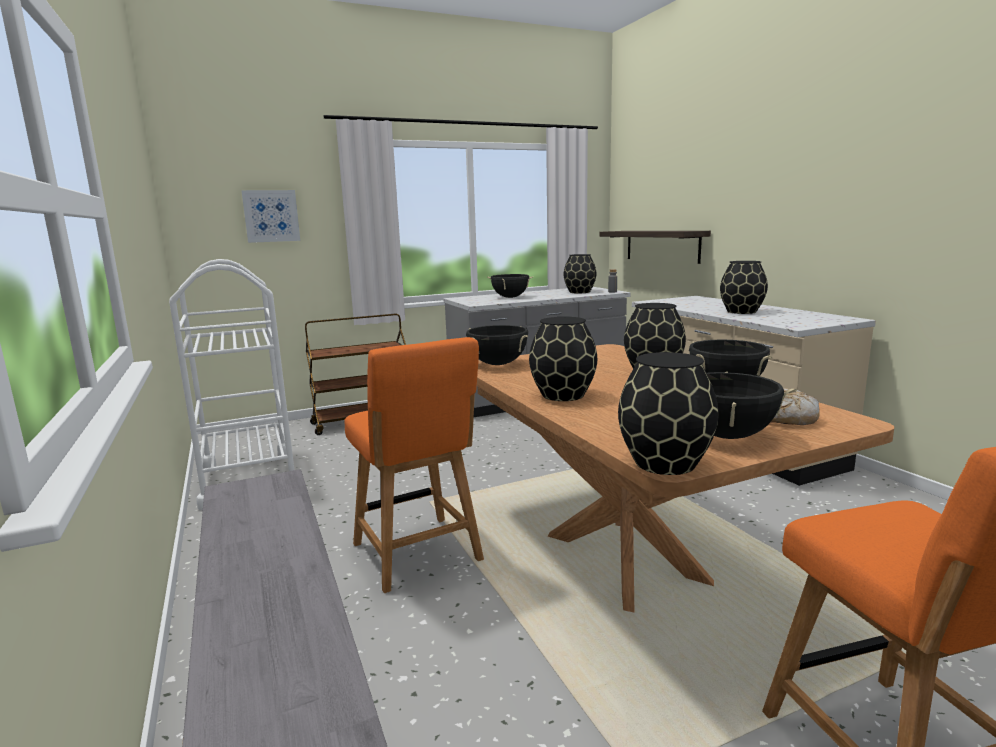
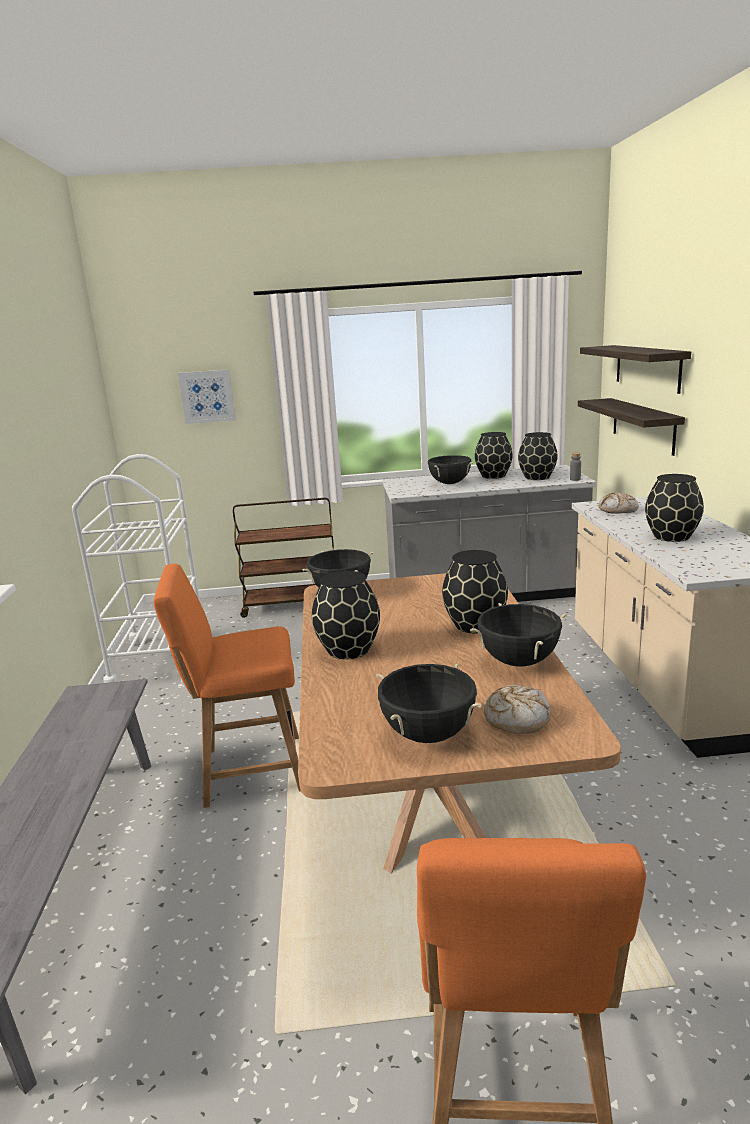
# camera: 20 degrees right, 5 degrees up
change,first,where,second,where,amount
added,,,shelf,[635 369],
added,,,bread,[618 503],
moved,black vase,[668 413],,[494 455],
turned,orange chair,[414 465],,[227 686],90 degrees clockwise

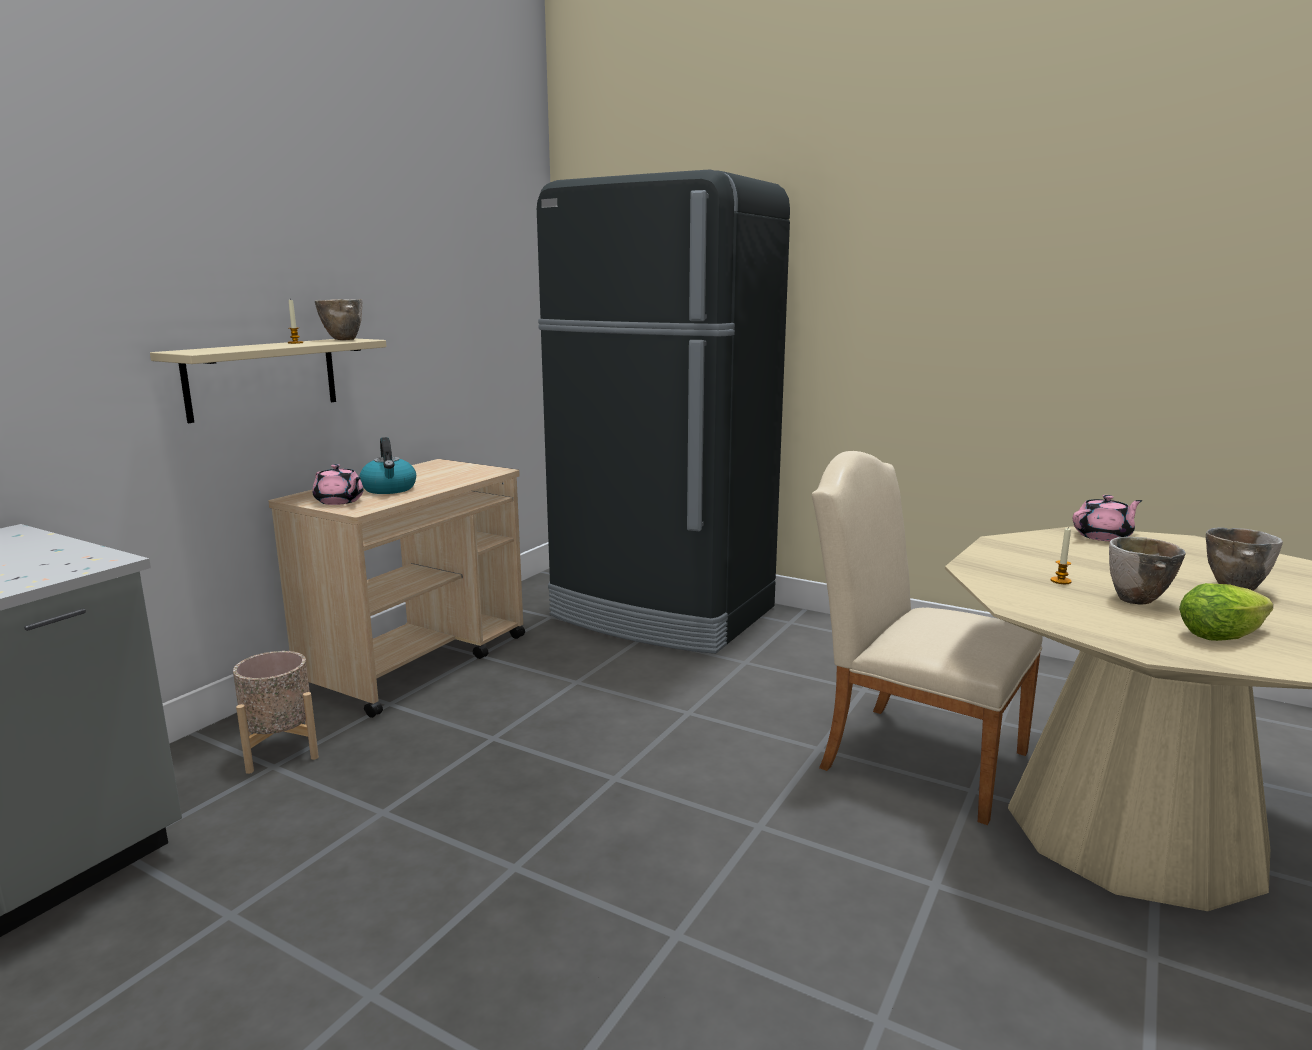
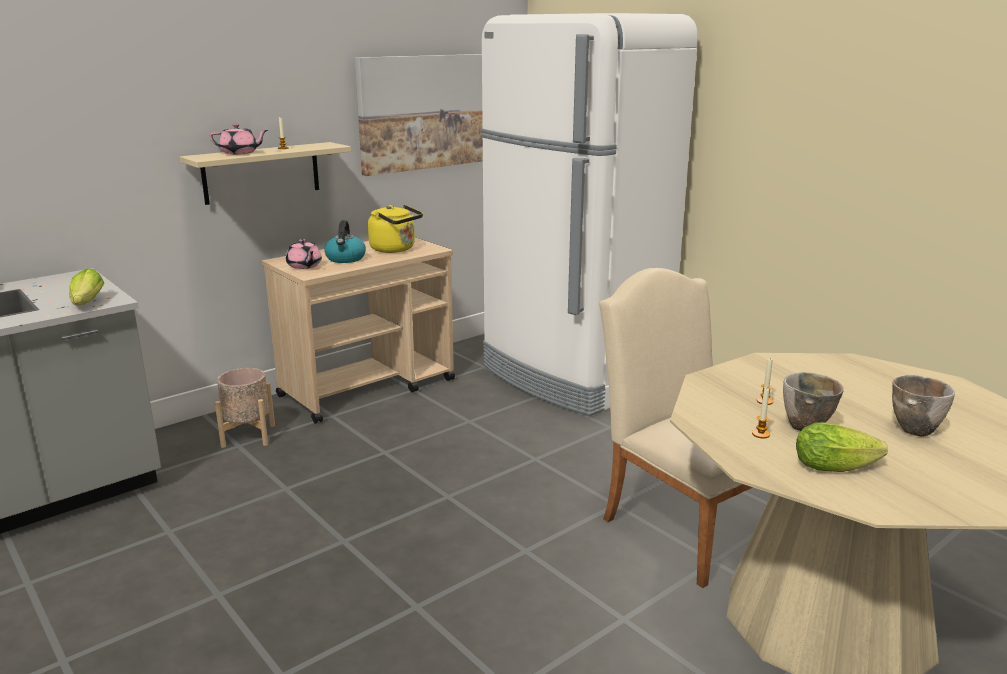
# camera: 20 degrees right, 5 degrees up
change,first,where,second,where,amount
removed,bowl,[338 319],,,
added,,,lettuce,[86 287],
added,,,picture,[419 115],
added,,,yellow kettle,[395 229],
added,,,candle,[761 413],
moved,pink teapot,[1107 518],,[238 139],
recoloured,black fridge,[663 411],white fridge,[589 214],

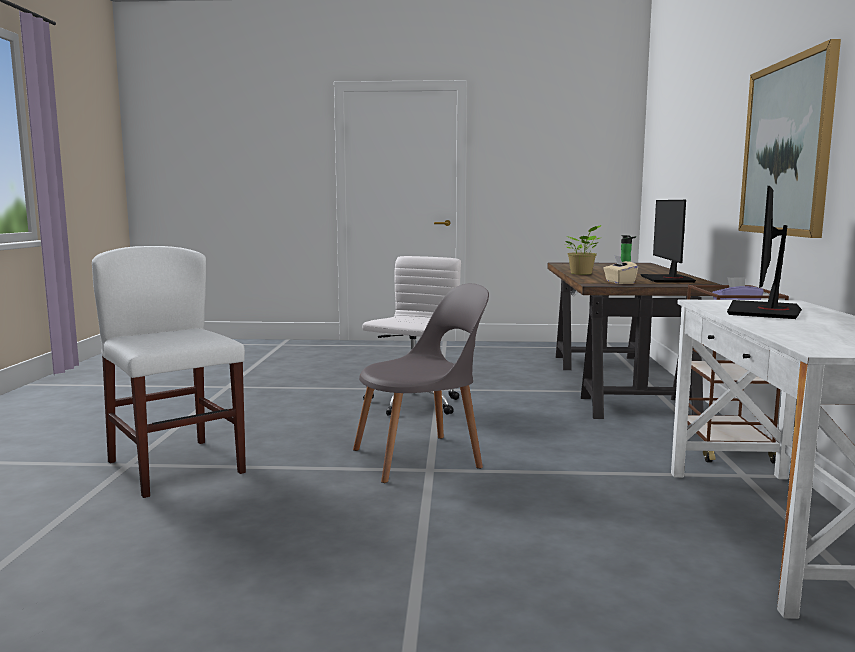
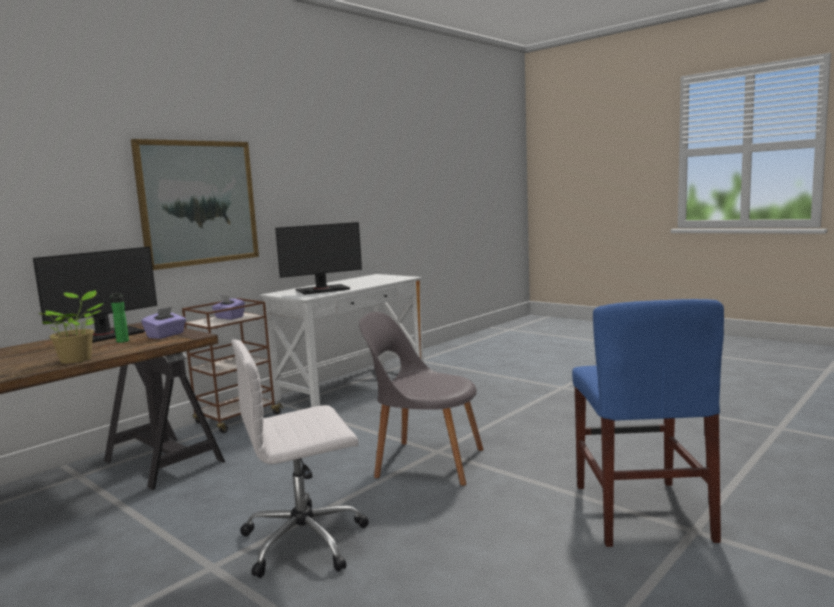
# camera: 140 degrees left, 0 degrees up
change,first,where,second,where,amount
recoloured,white chair,[169 372],blue chair,[648 423],
recoloured,beige tissue box,[620 269],purple tissue box,[163 323],

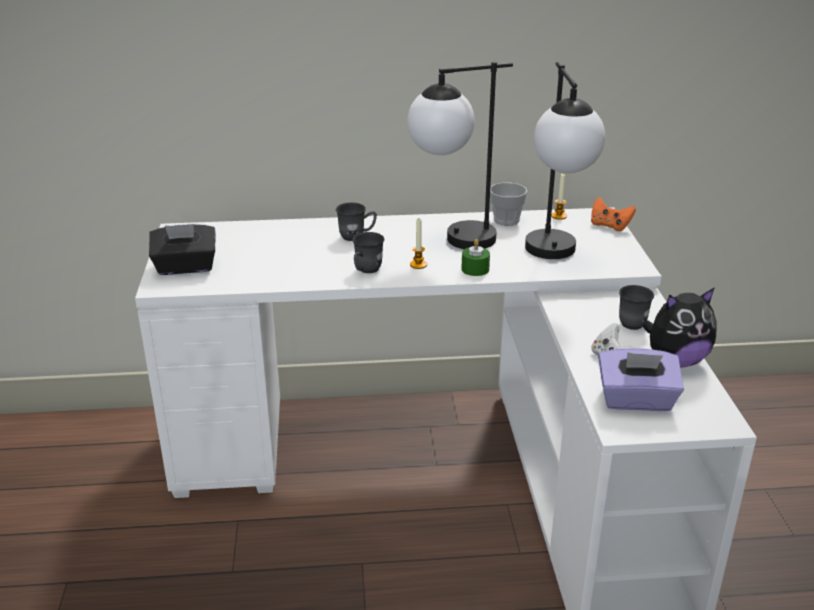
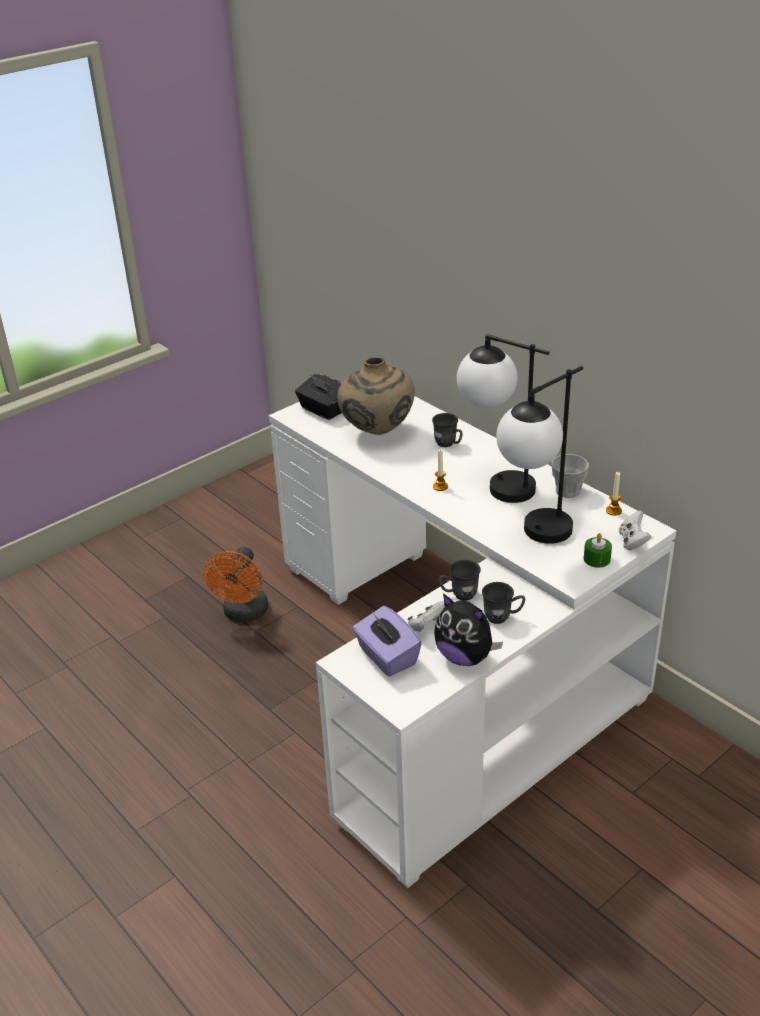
# camera: 55 degrees right, 5 degrees up
change,first,where,second,where,amount
added,,,orange fan,[235 584],
added,,,beige vase,[376 396],
moved,grey mug,[368 252],,[460 580],
moved,green candle,[475 257],,[598 550],
recoloured,orange game controller,[613 214],white game controller,[635 530],

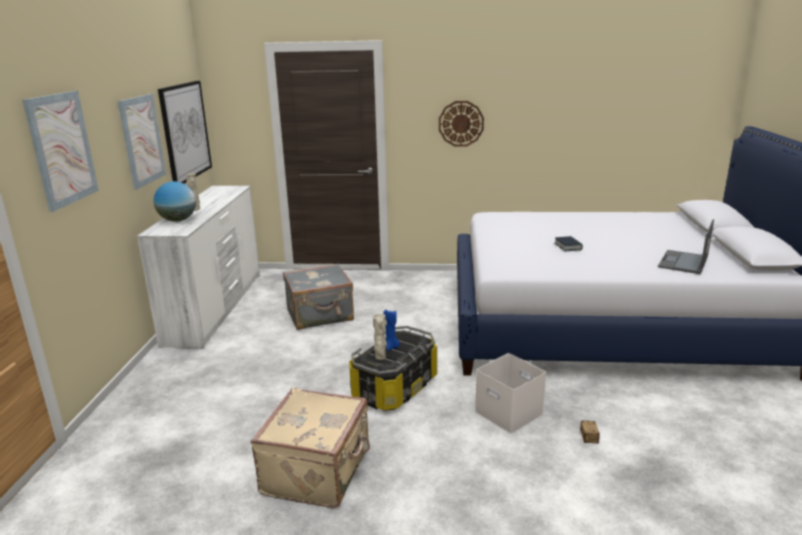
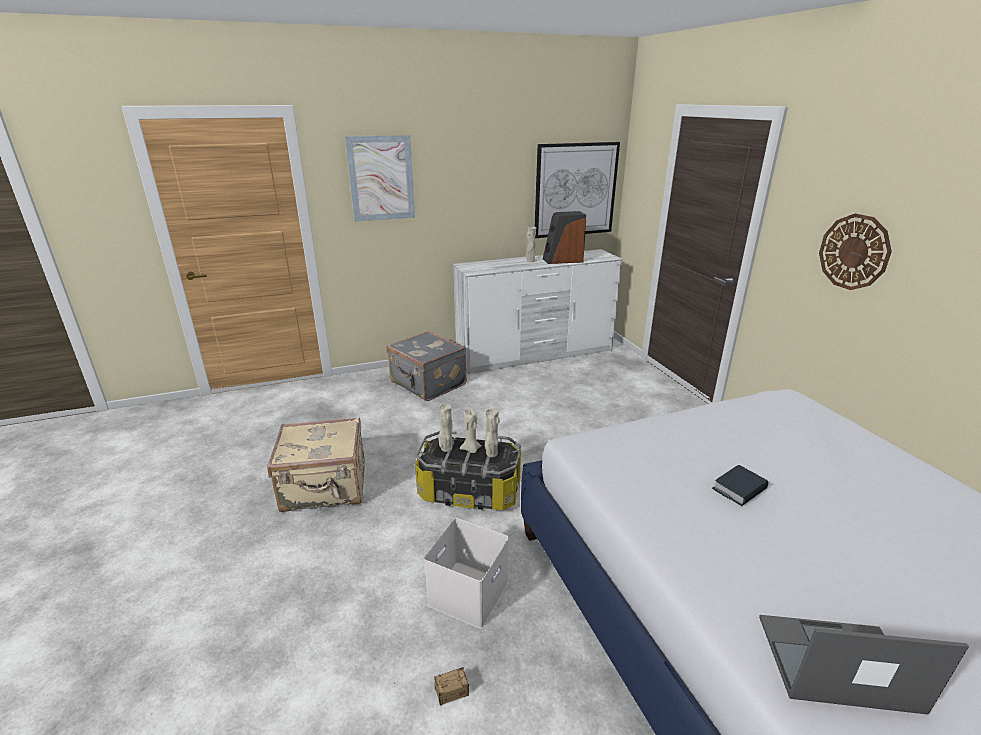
# camera: 65 degrees right, 5 degrees up
change,first,where,second,where,amount
removed,picture,[142 142],,,
removed,globe,[175 201],,,
added,,,beige vase,[492 433],
added,,,speaker,[564 237],
moved,grey suitcase,[318 297],,[426 366],
recoloured,blue candle,[392 330],beige candle,[471 431],

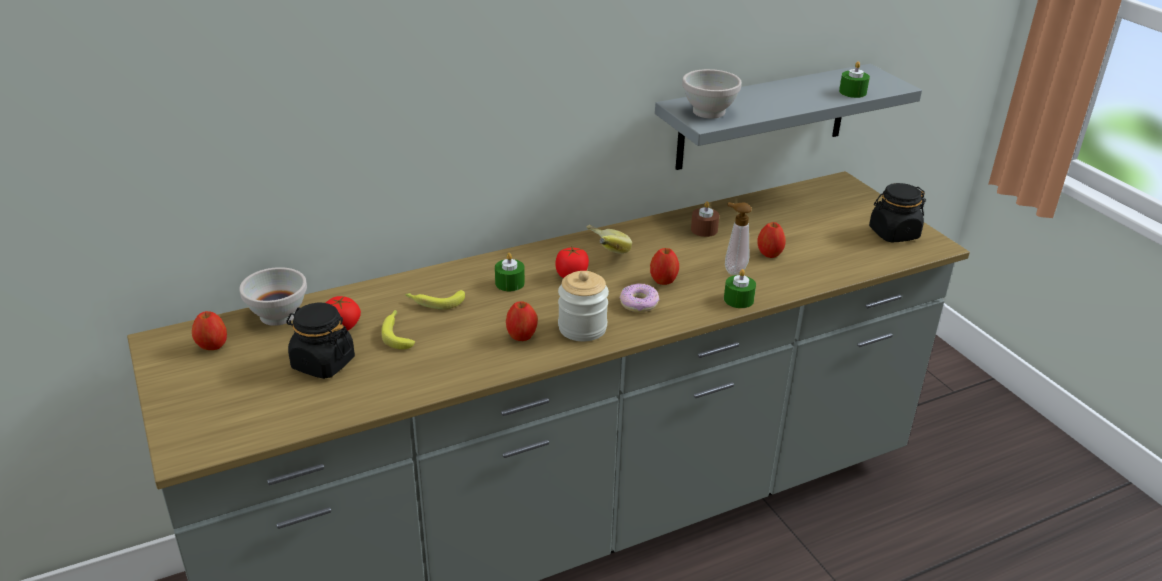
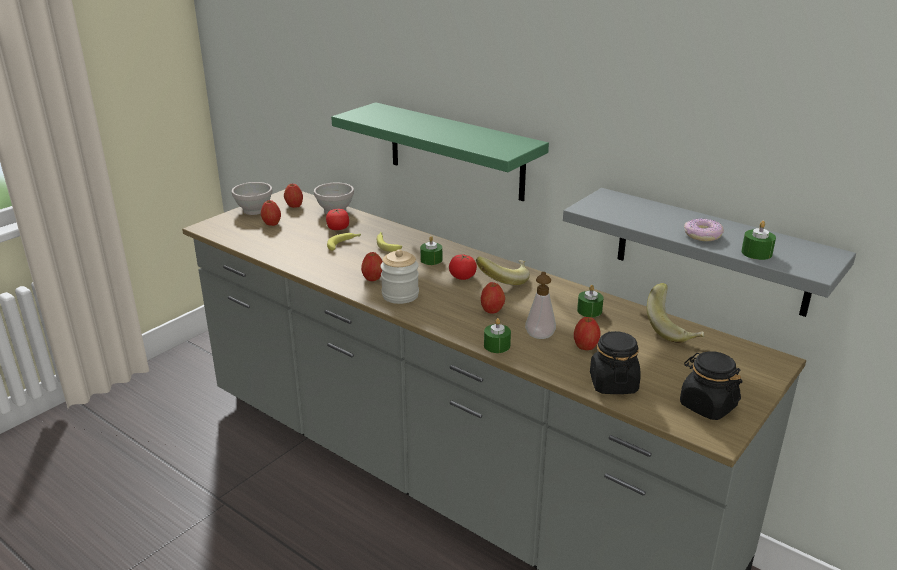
# camera: 65 degrees right, 5 degrees down
change,first,where,second,where,amount
added,,,apple,[271 213],
added,,,green shelf,[440 151],
added,,,banana,[675 313],
moved,black jar,[320 340],,[615 362],
moved,donut,[639 297],,[704 229],
moved,white bowl,[711 94],,[252 198],
recoloured,brown candle,[705 219],green candle,[590 301],

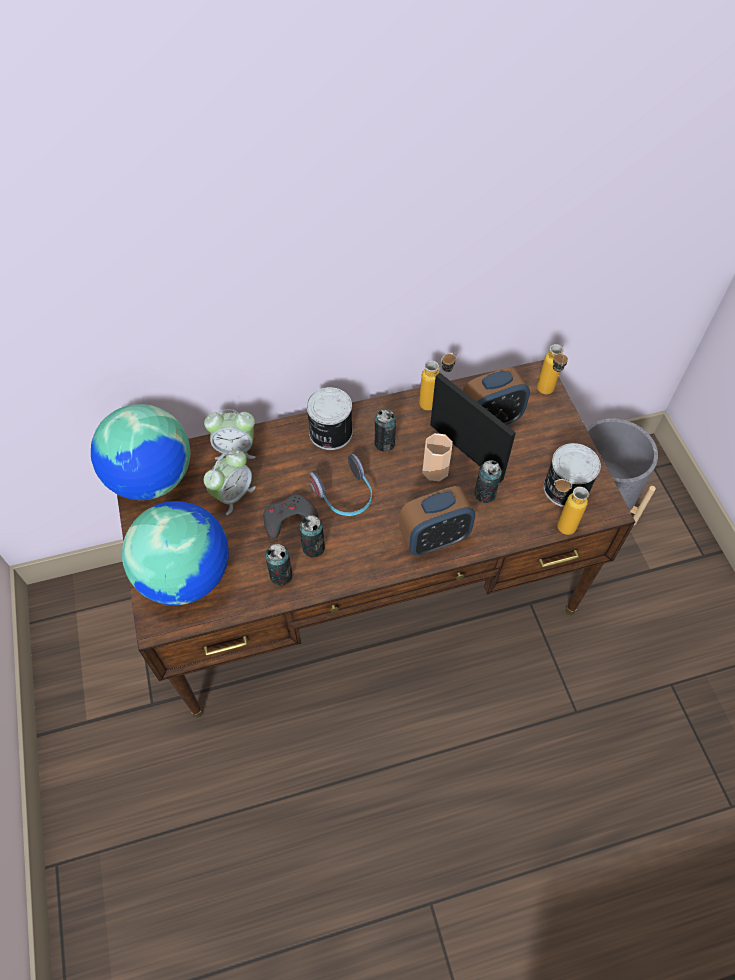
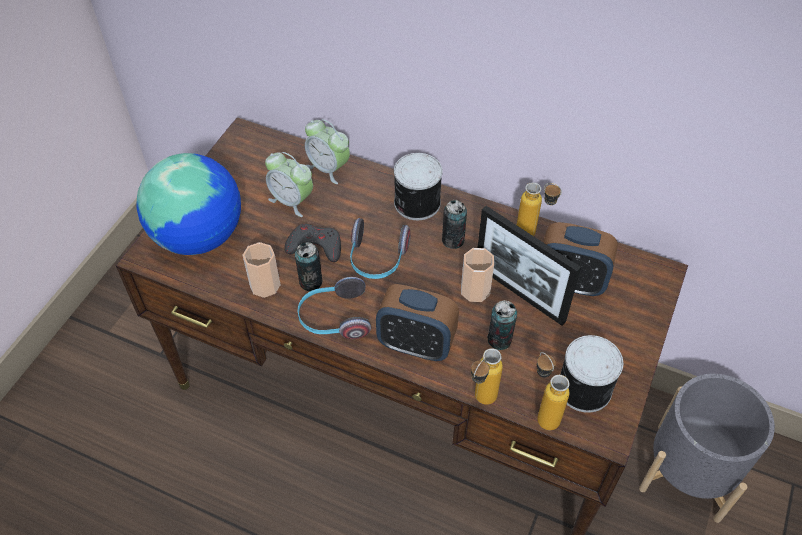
# camera: 40 degrees right, 5 degrees down
change,first,where,second,where,amount
removed,globe,[140 452],,,
added,,,headphones,[334 308],
moved,bottle,[552 369],,[487 376],
replaced,can,[279 564],cup,[261 270],
turned,alarm clock,[230 482],,[289 184],45 degrees clockwise
turned,picture frame,[473 428],,[529 266],135 degrees clockwise

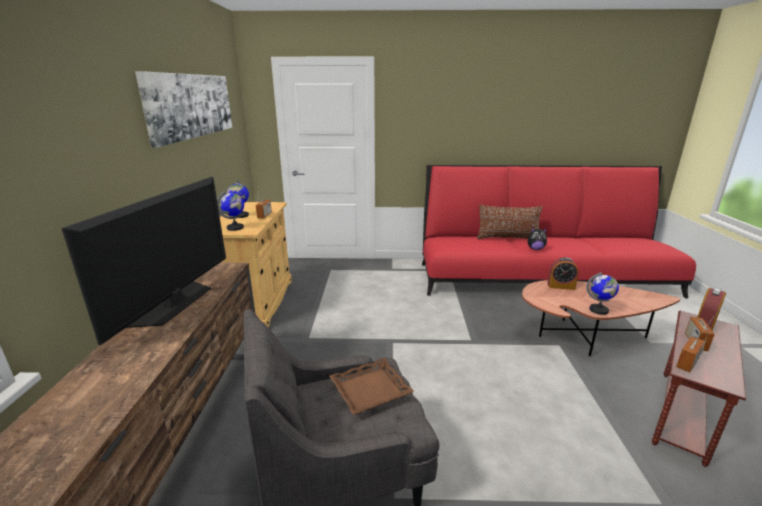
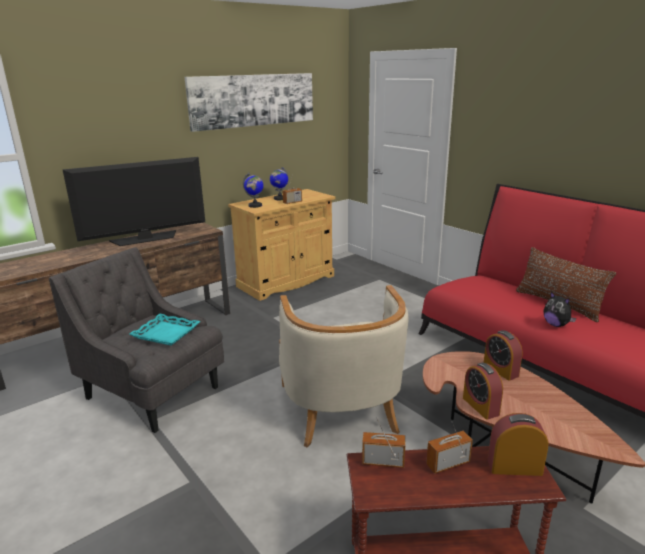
# camera: 50 degrees right, 0 degrees up
change,first,where,second,where,amount
added,,,beige armchair,[343 366],
replaced,globe,[602 293],alarm clock,[483 391],
recoloured,brown tray,[371 386],turquoise tray,[165 330],

